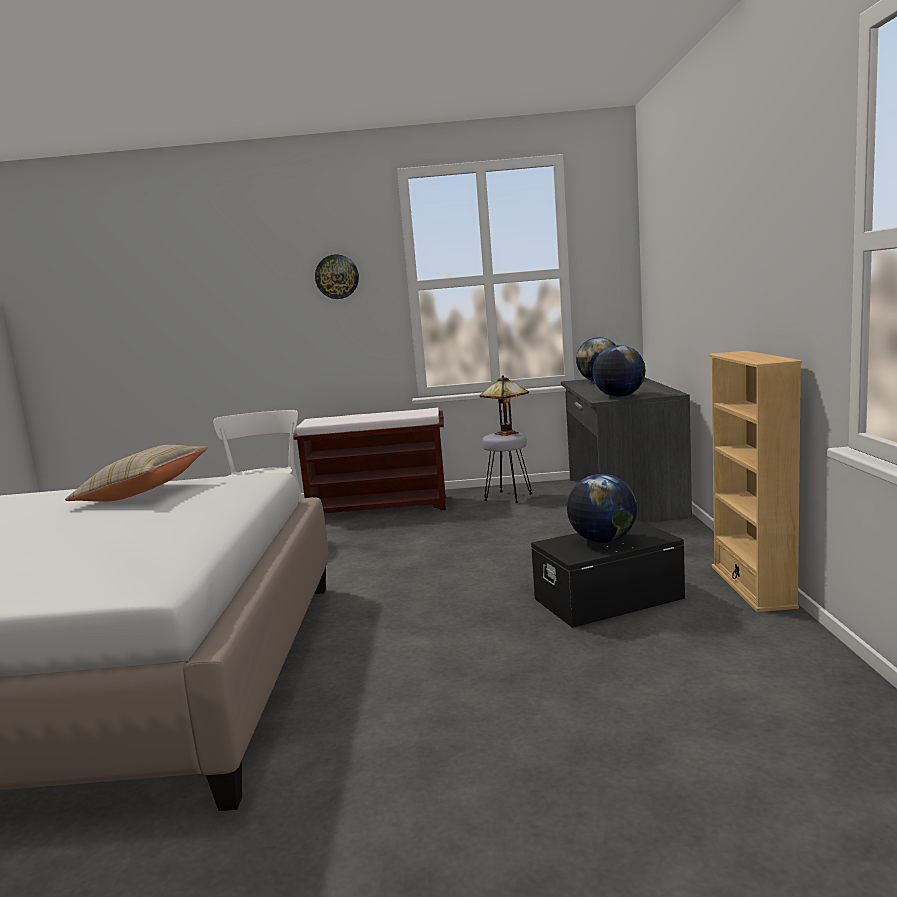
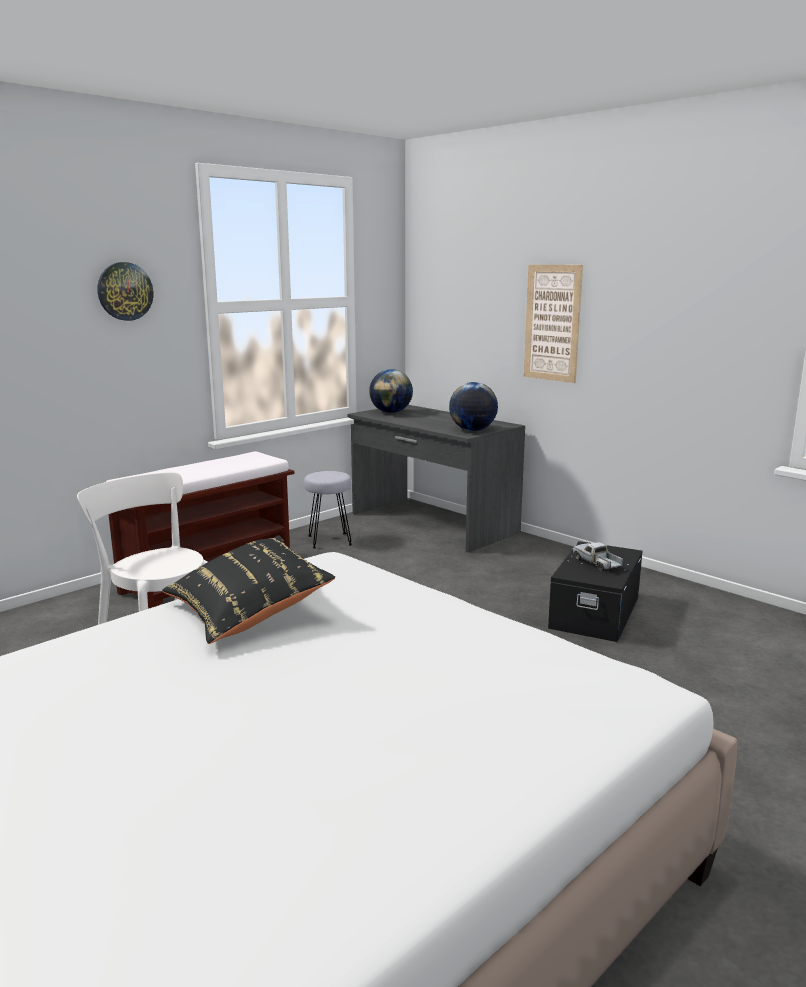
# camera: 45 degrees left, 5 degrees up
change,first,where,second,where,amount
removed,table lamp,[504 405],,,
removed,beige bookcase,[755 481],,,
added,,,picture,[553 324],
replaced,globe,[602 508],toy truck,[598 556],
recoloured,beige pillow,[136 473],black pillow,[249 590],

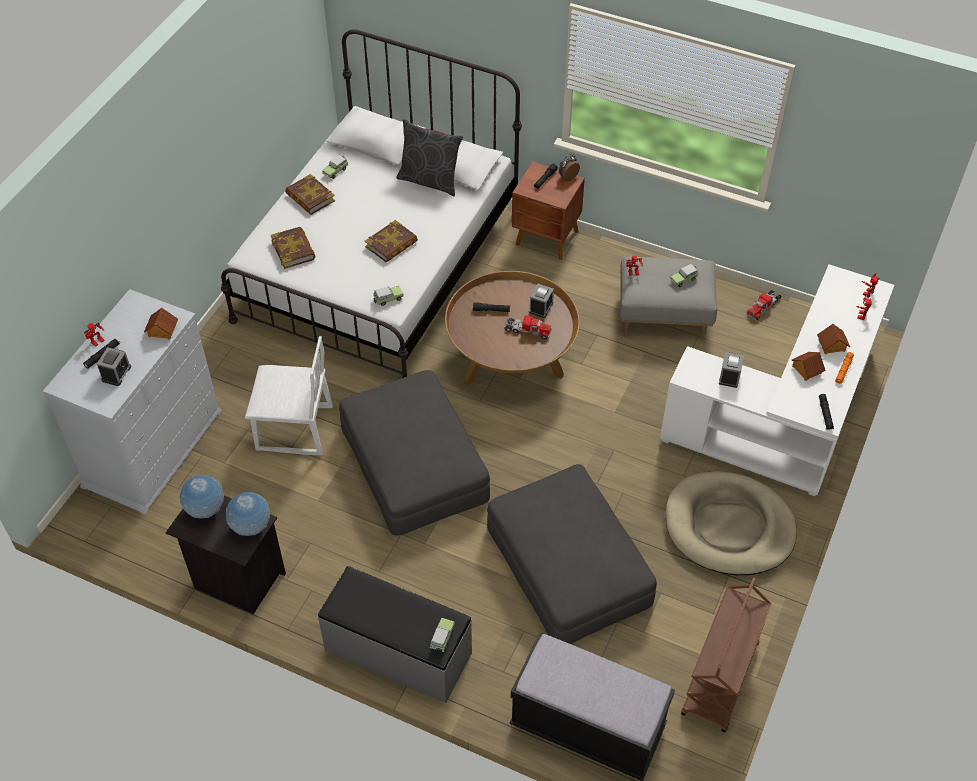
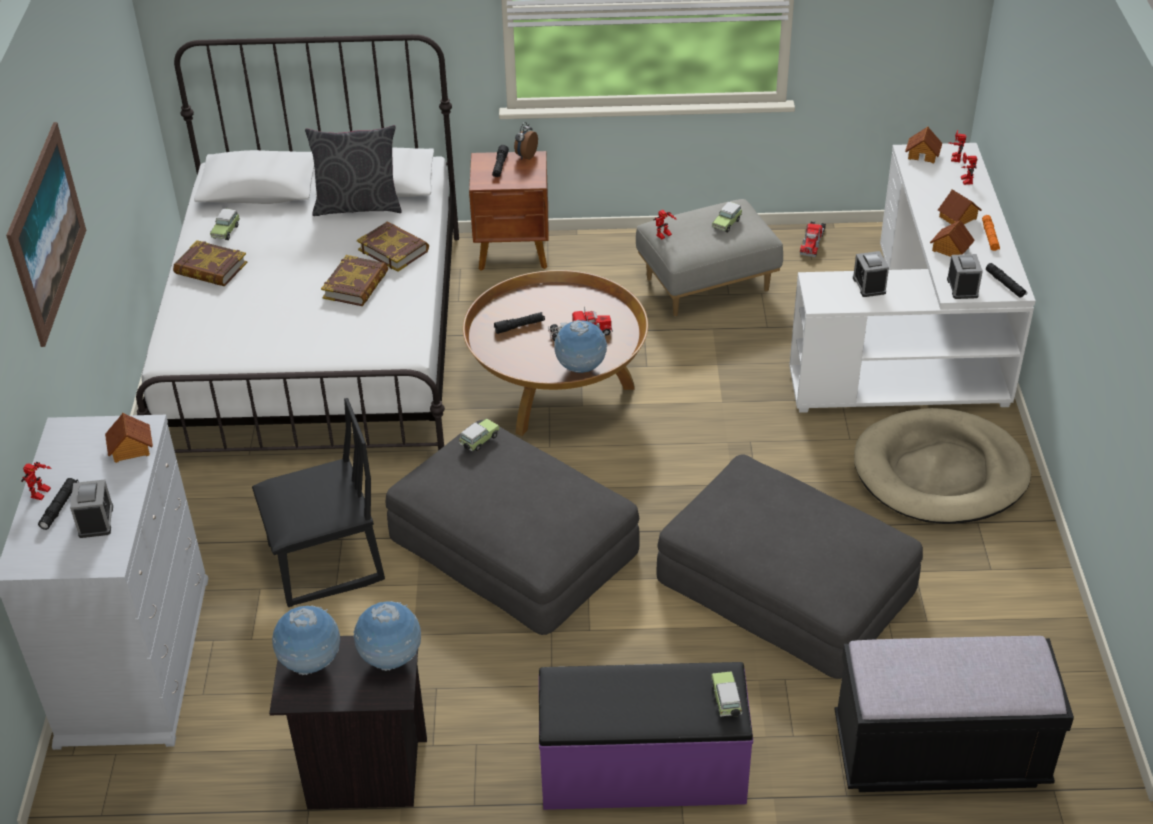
# camera: 25 degrees left, 10 degrees down
change,first,where,second,where,amount
removed,brown cart,[726 654],,,
added,,,picture,[46 234],
added,,,globe,[581 346],
added,,,toy house,[923 145],
moved,book,[293 248],,[393 246],
moved,toy car,[388 296],,[479 434],
moved,alarm clock,[541 301],,[965 276],
recoloured,white chair,[289 395],black chair,[318 502],
recoloured,grey bench,[395 634],purple bench,[646 736],

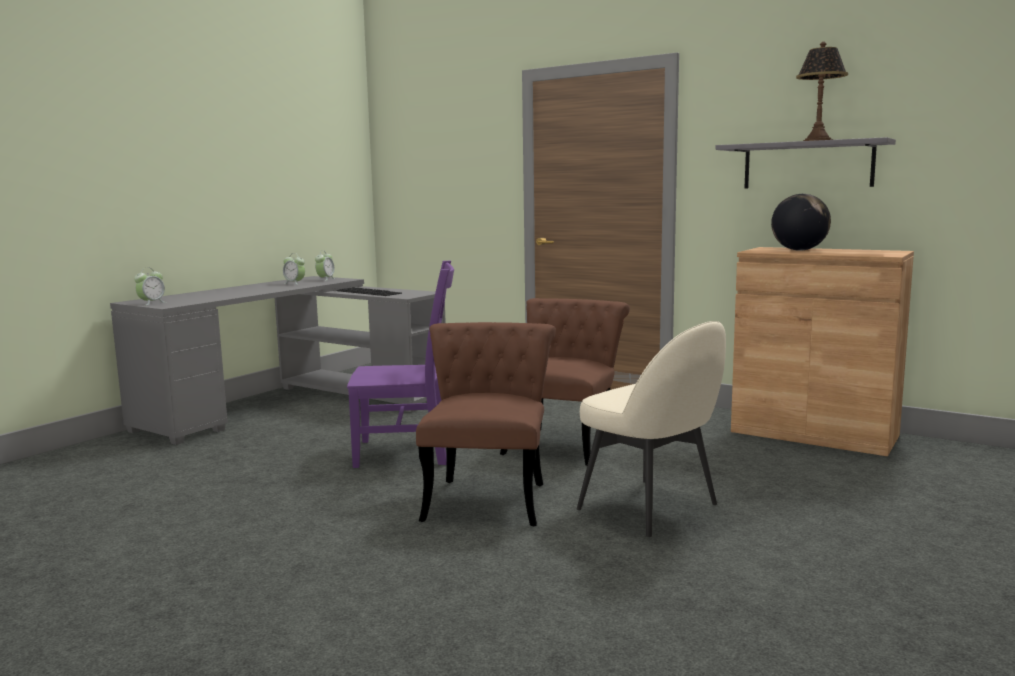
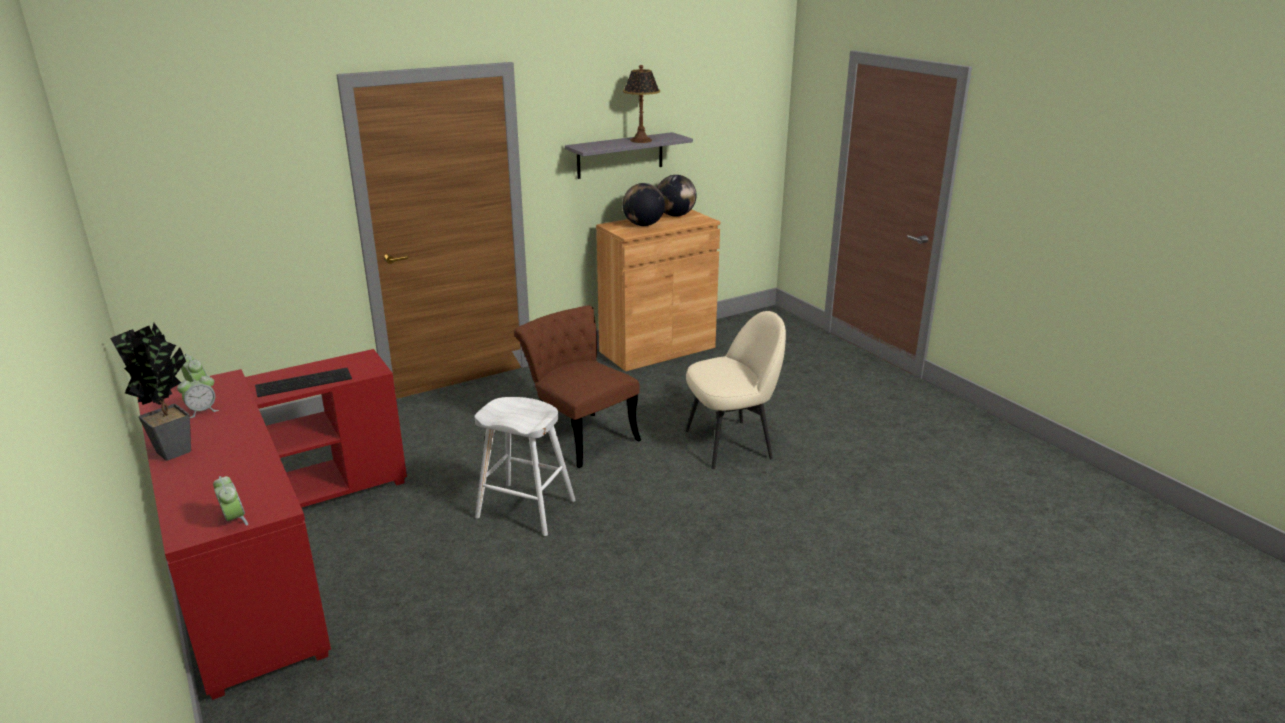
# camera: 65 degrees left, 15 degrees up
change,first,where,second,where,amount
removed,brown chair,[486 424],,,
added,,,potted plant,[150 392],
added,,,globe,[677 196],
replaced,purple chair,[400 364],white stool,[525 466],
recoloured,grey desk,[278 360],red desk,[272 524],

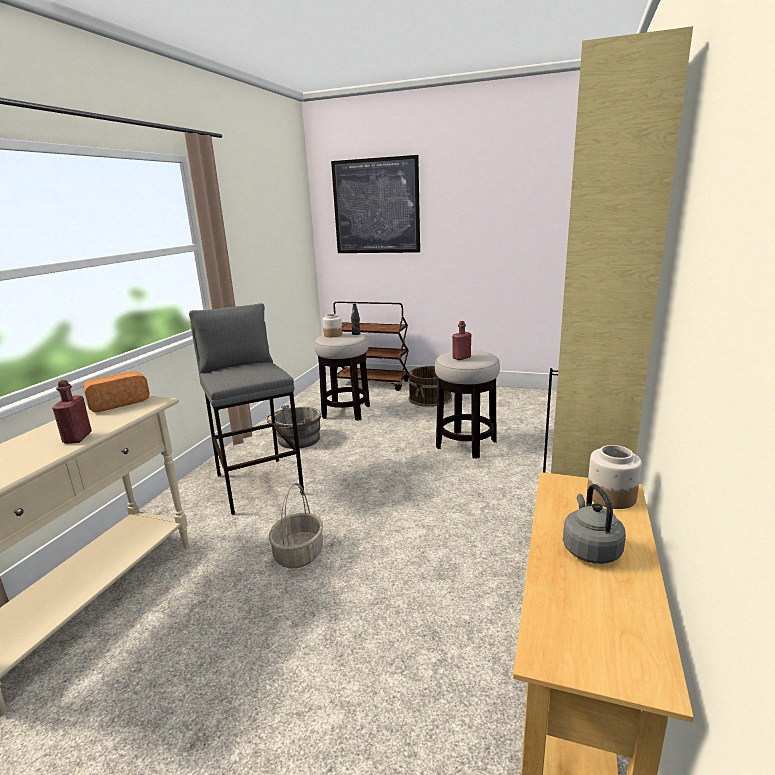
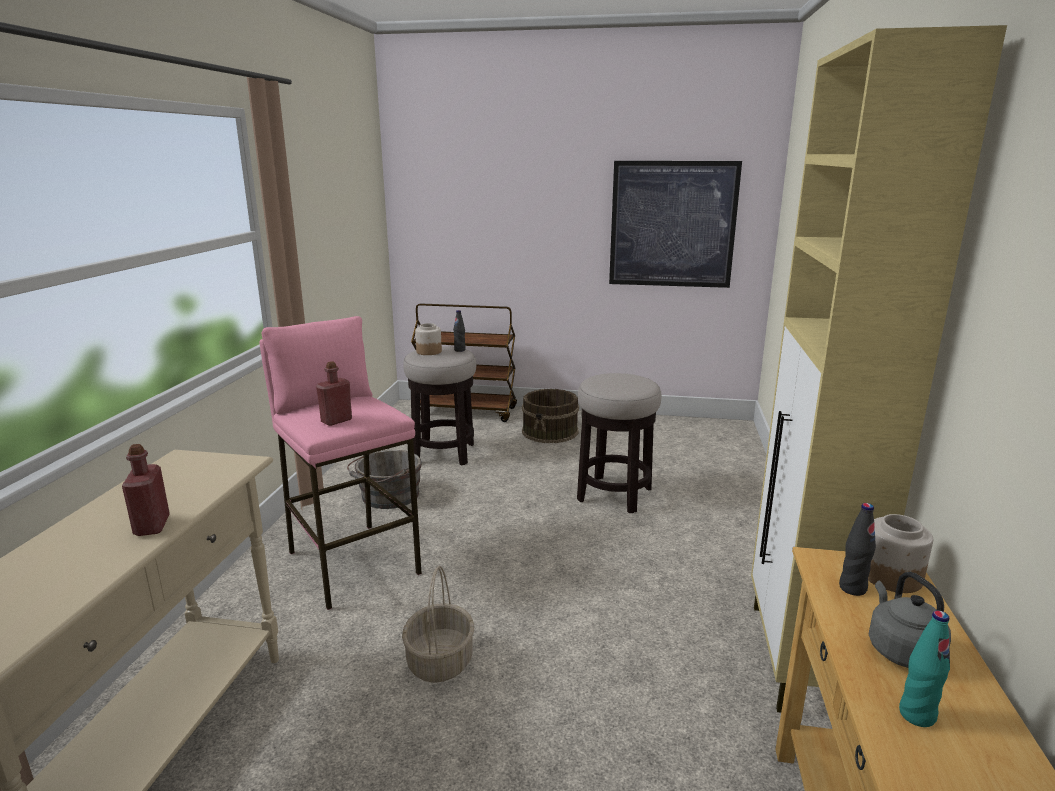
# camera: 10 degrees left, 0 degrees up
change,first,where,second,where,amount
removed,bread,[116 391],,,
added,,,black bottle,[857 549],
added,,,turquoise bottle,[924 668],
moved,picture,[375 204],,[675 224],
moved,red bottle,[461 340],,[334 393],
recoloured,grey stool,[246 409],pink stool,[341 463],

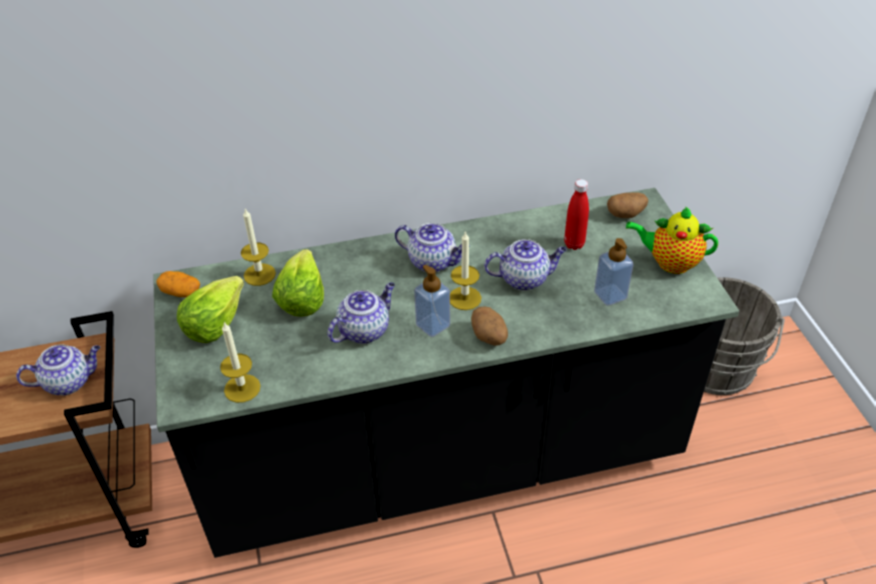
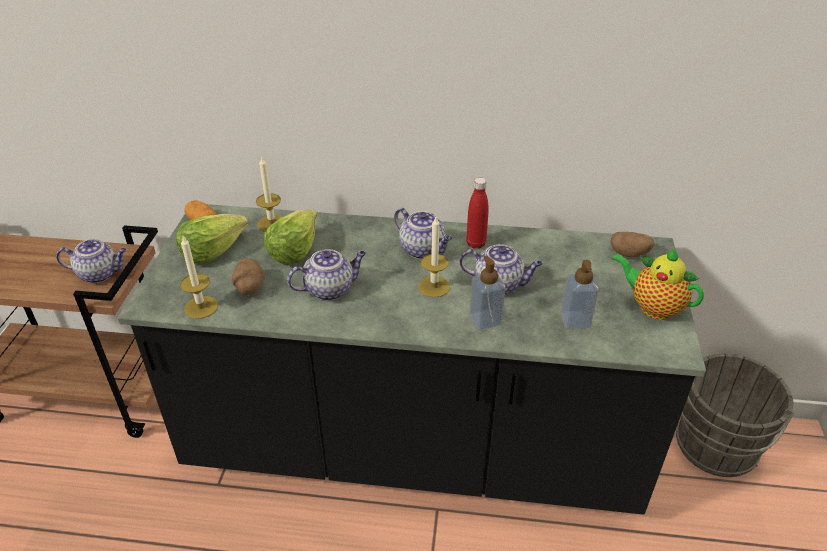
# camera: 20 degrees right, 5 degrees down
change,first,where,second,where,amount
moved,soap dispenser,[432 301],,[488 292],
moved,potato,[489 326],,[248 276],
moved,red bottle,[576 214],,[477 212],

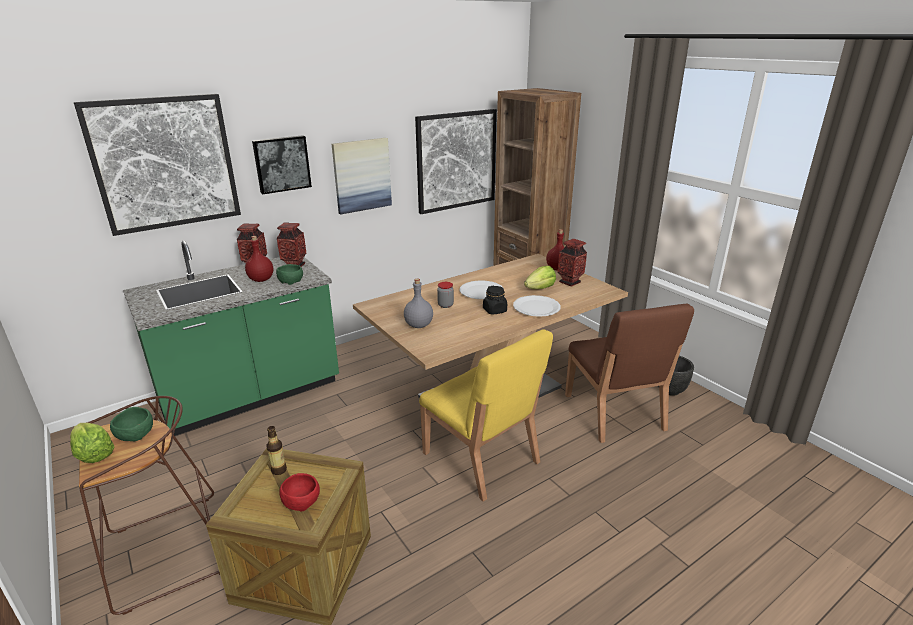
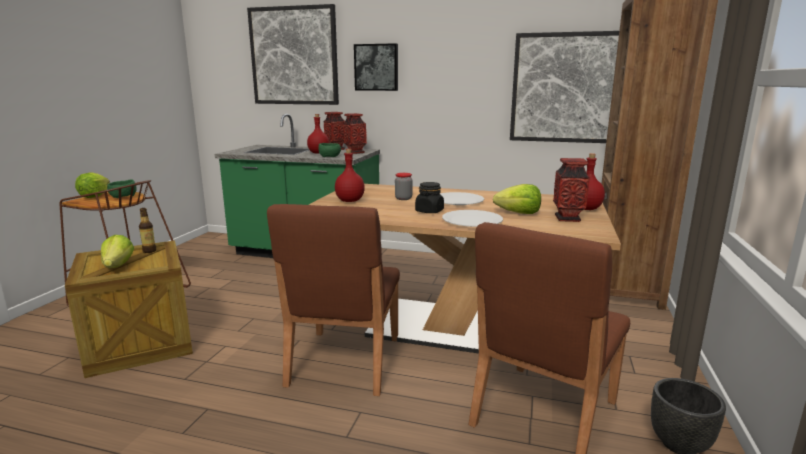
# camera: 50 degrees right, 10 degrees down
change,first,where,second,where,amount
removed,picture,[362 176],,,
replaced,red bowl,[299 492],lettuce,[117 251],
recoloured,grey bottle,[418 303],red bottle,[350 175],
recoloured,yellow chair,[486 415],brown chair,[333 300],

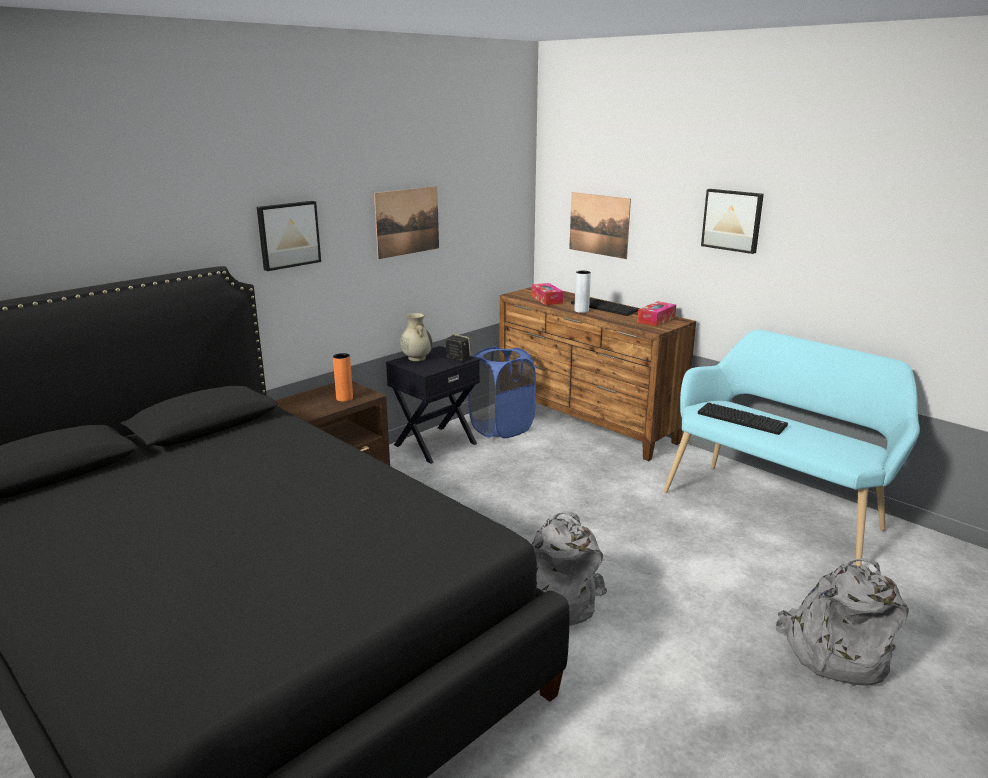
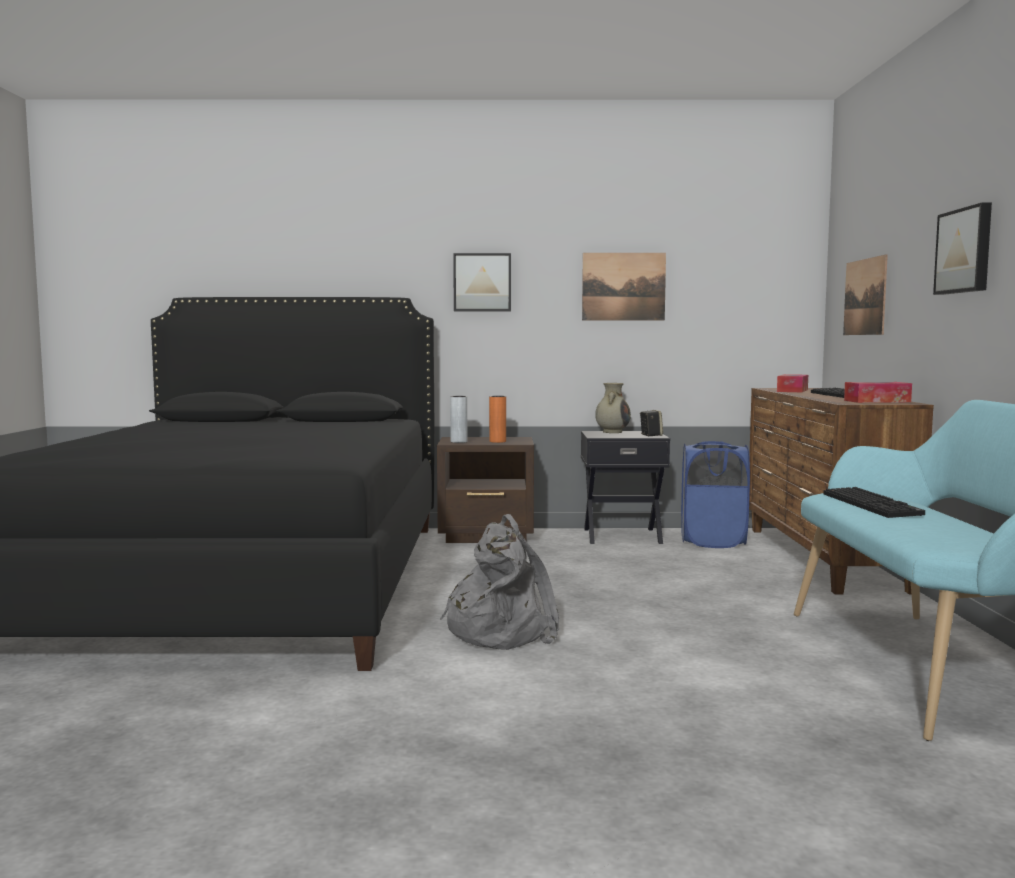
# camera: 45 degrees right, 15 degrees down
change,first,where,second,where,amount
removed,grey backpack,[842 622],,,
moved,grey vase,[582 292],,[458 419],

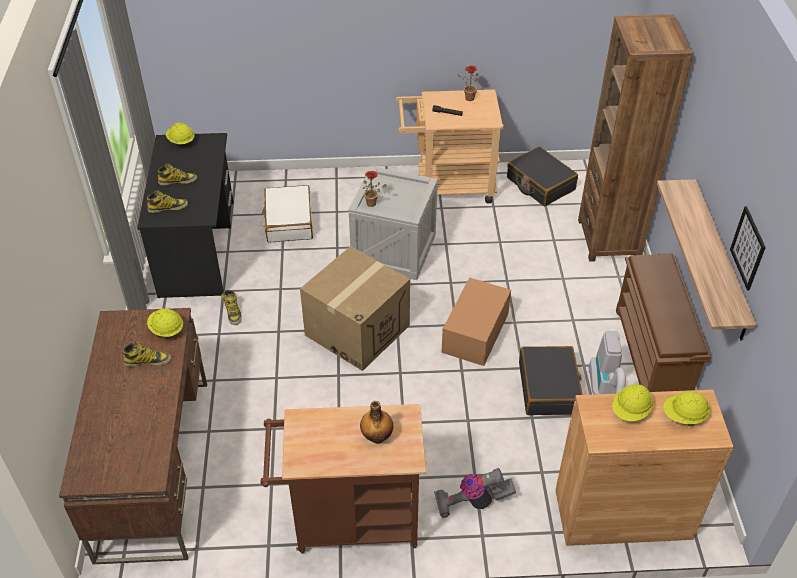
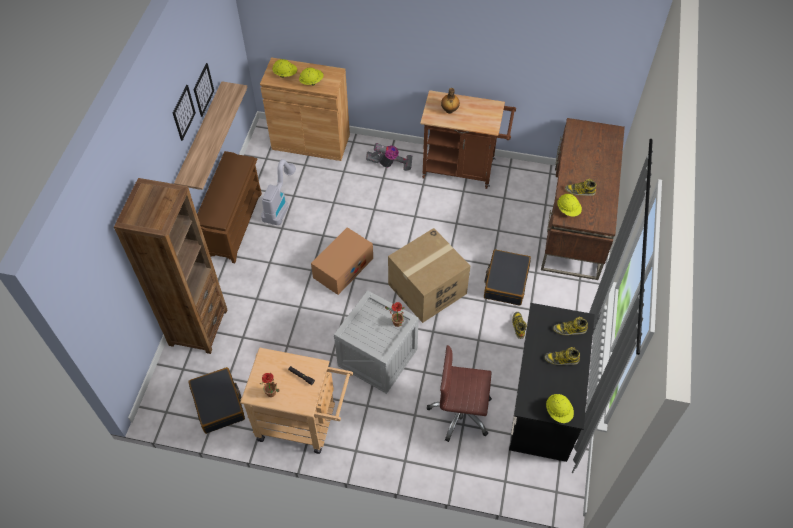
# camera: 165 degrees left, 10 degrees up
change,first,where,second,where,amount
added,,,picture,[184 113],
moved,black suitcase,[551 380],,[507 278],
replaced,white suitcase,[287 213],brown office chair,[459 393],

